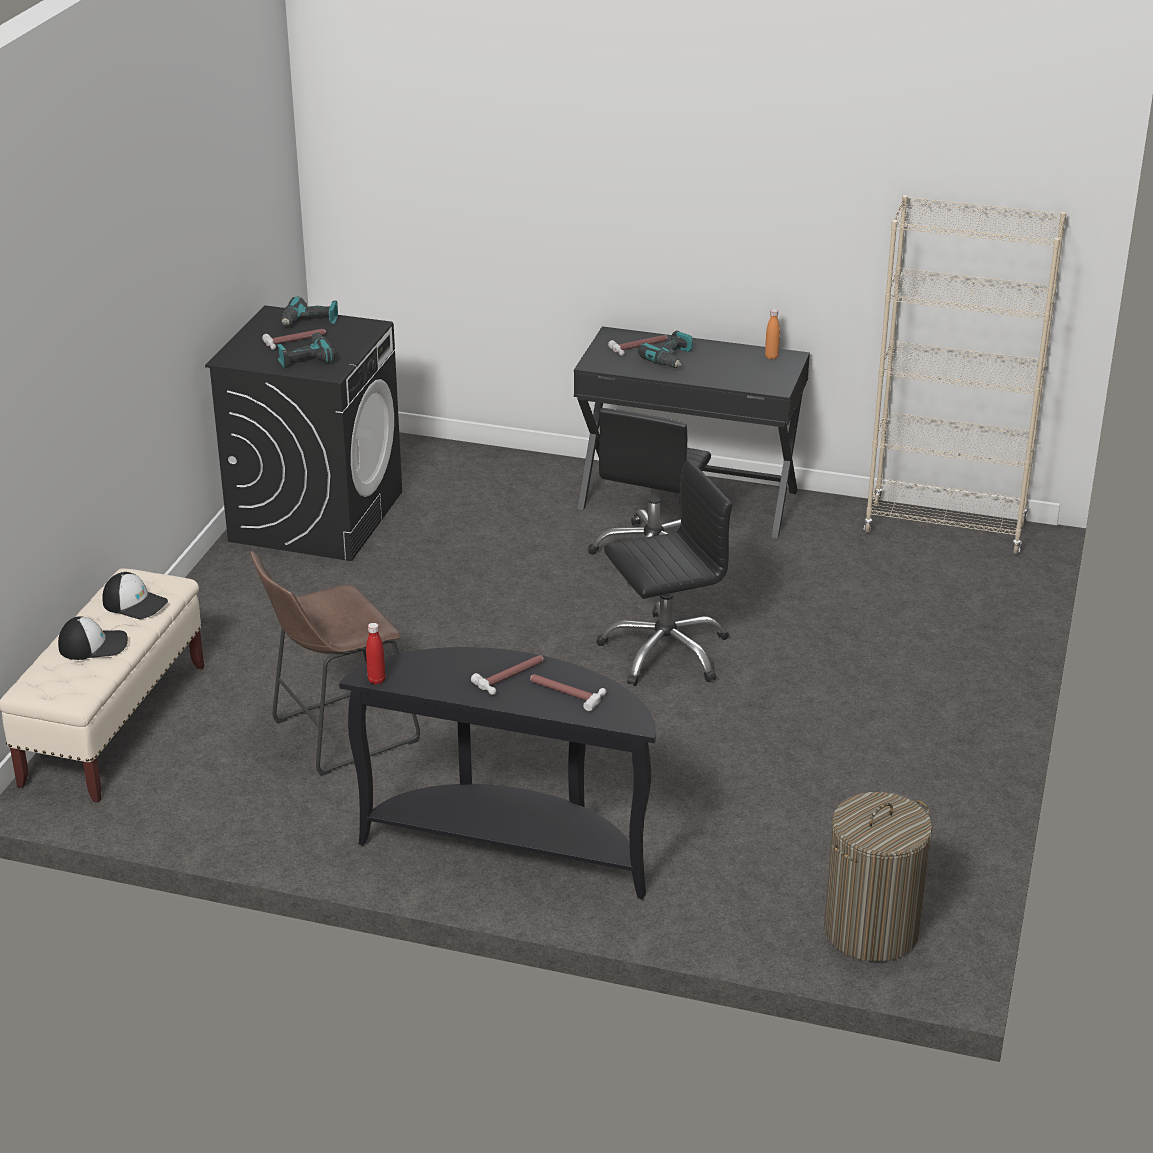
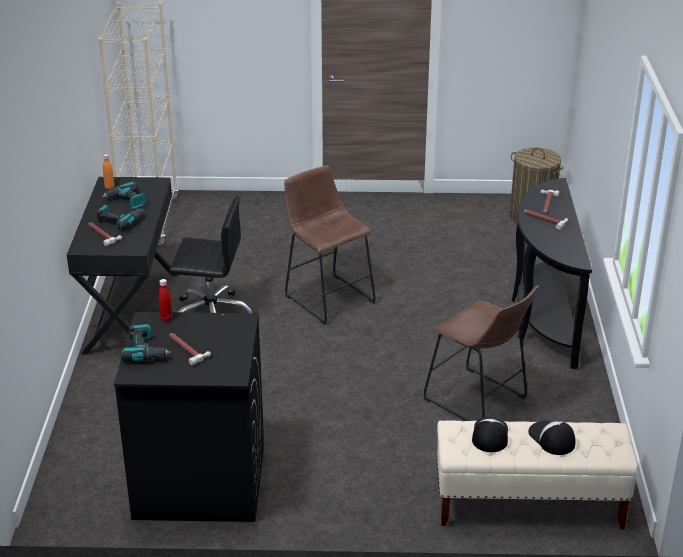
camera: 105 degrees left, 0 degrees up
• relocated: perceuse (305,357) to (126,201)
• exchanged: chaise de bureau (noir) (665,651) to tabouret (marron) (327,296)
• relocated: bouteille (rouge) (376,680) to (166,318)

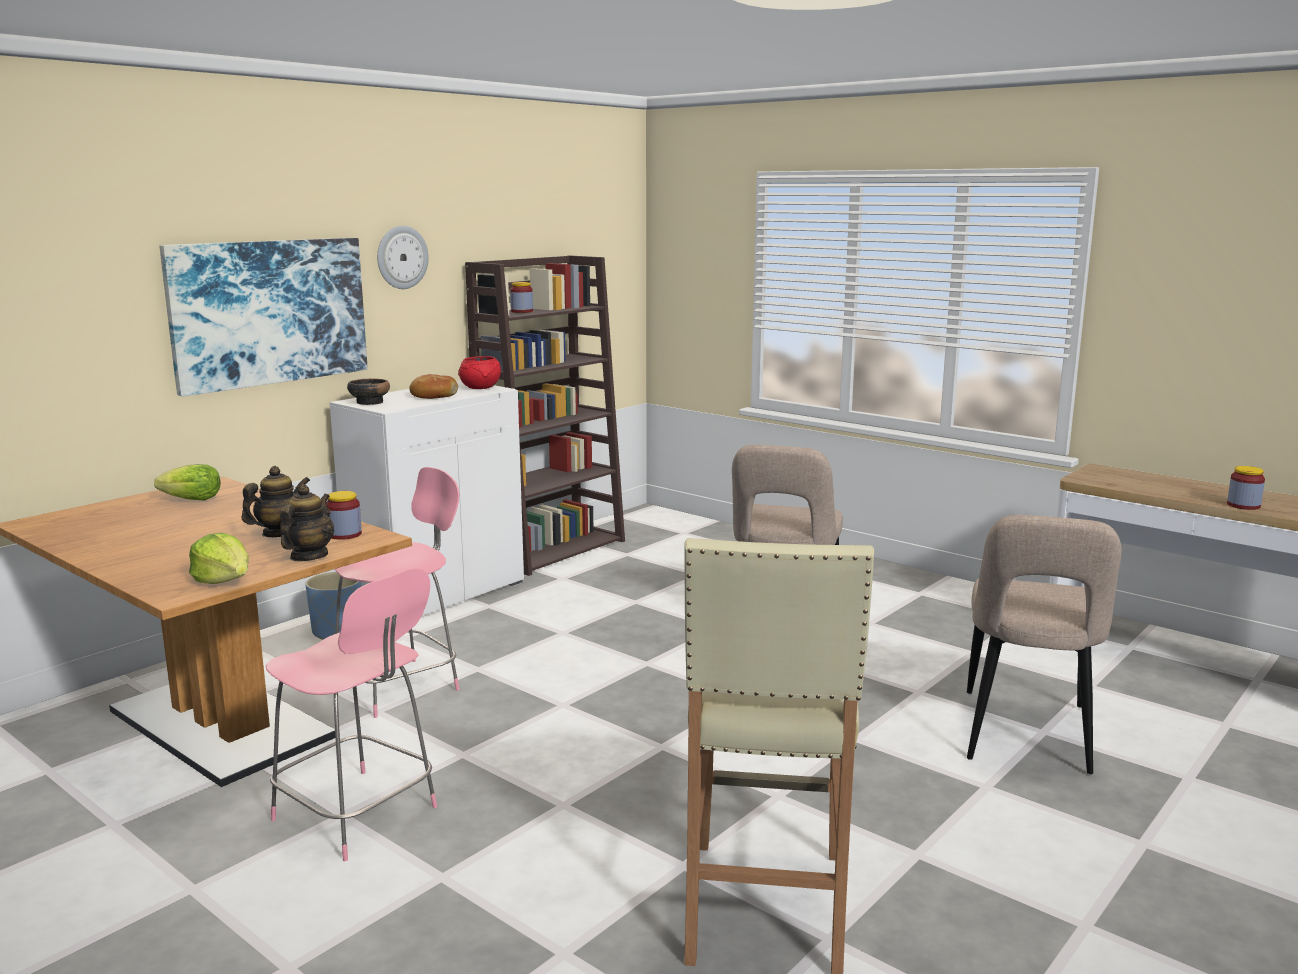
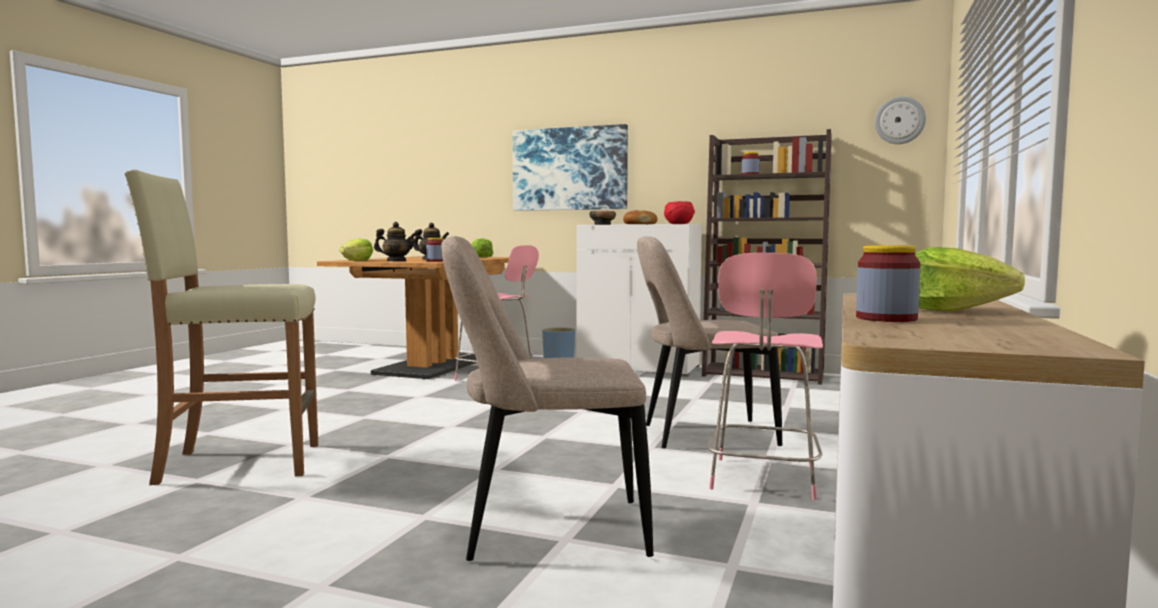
camera: 70 degrees right, 10 degrees down
• relocated: horloge murale (401,257) to (899,120)
• relocated: tabouret (rose) (358,815) to (763,479)
• appeared: laitue (953,310)

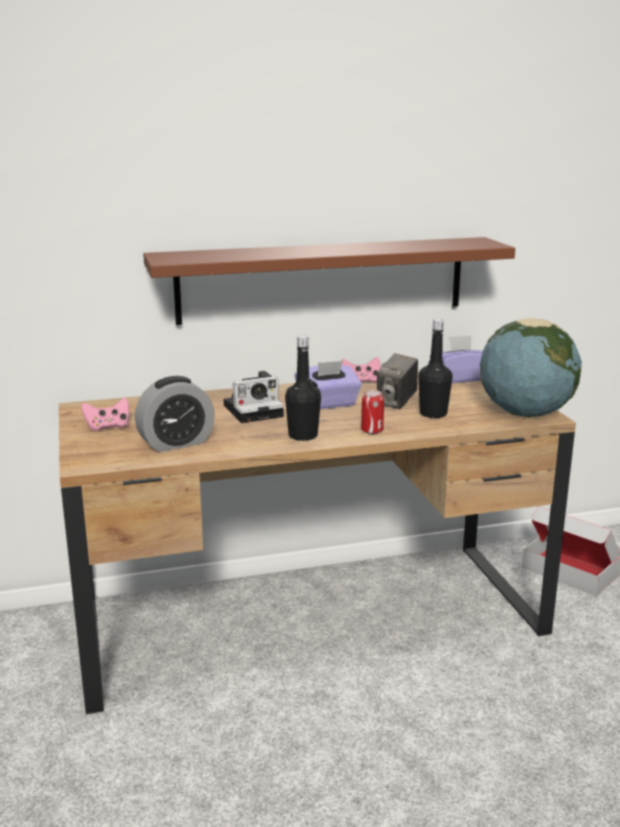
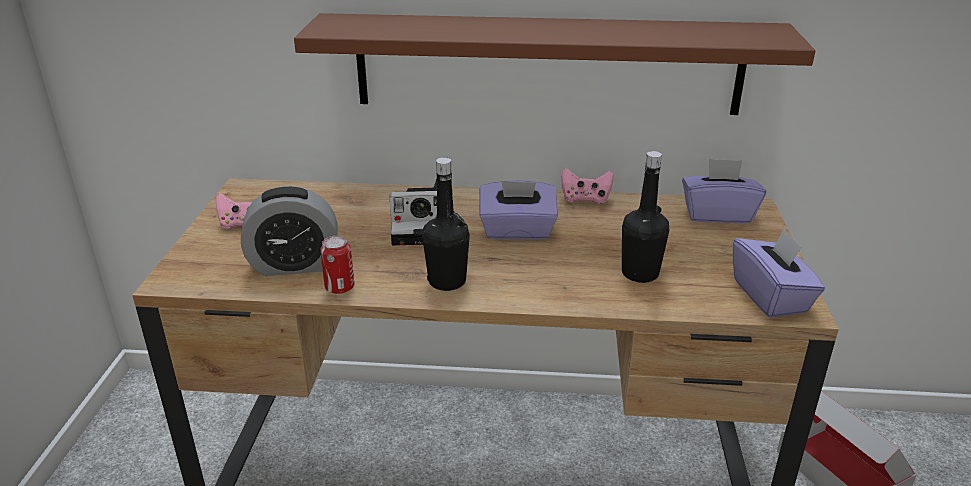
camera: 20 degrees right, 10 degrees up
• exchanged: globe (525,413) to boîte à mouchoirs (violet) (771,296)
• missing: appareil photo (396,402)
• relocated: boîte métallique (372,431) to (339,287)

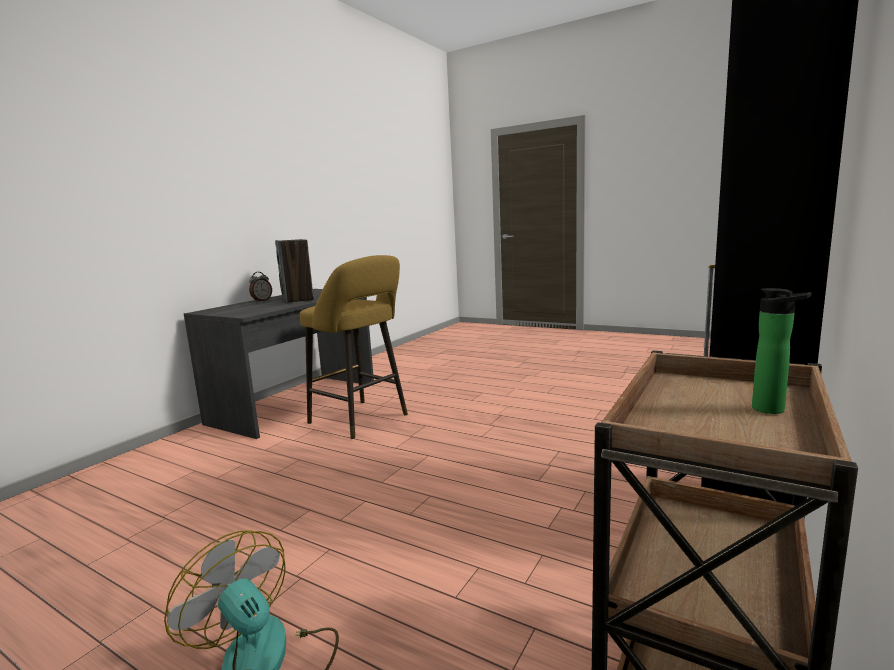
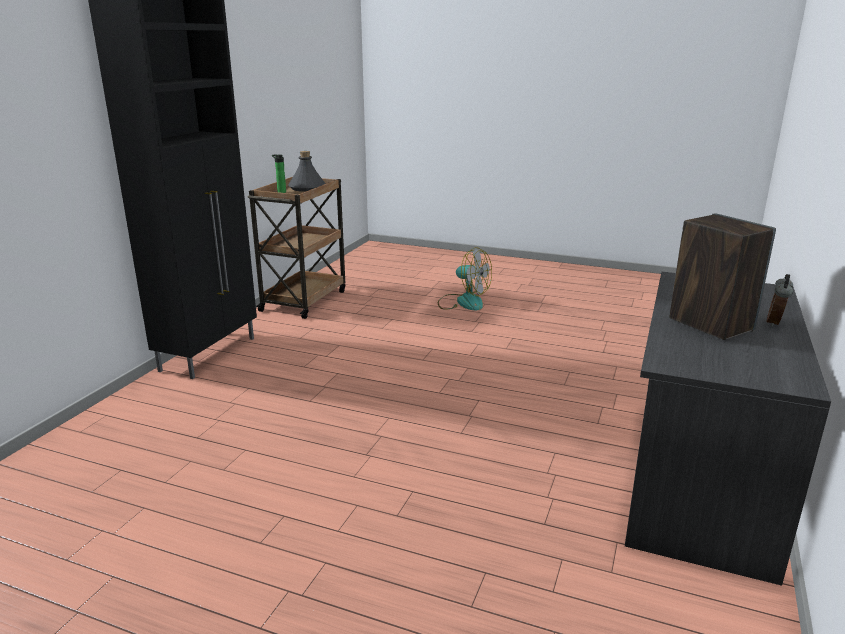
camera: 170 degrees right, 10 degrees up
• missing: tabouret (jaune) (362,420)
• appeared: bouteille (gris) (307,188)

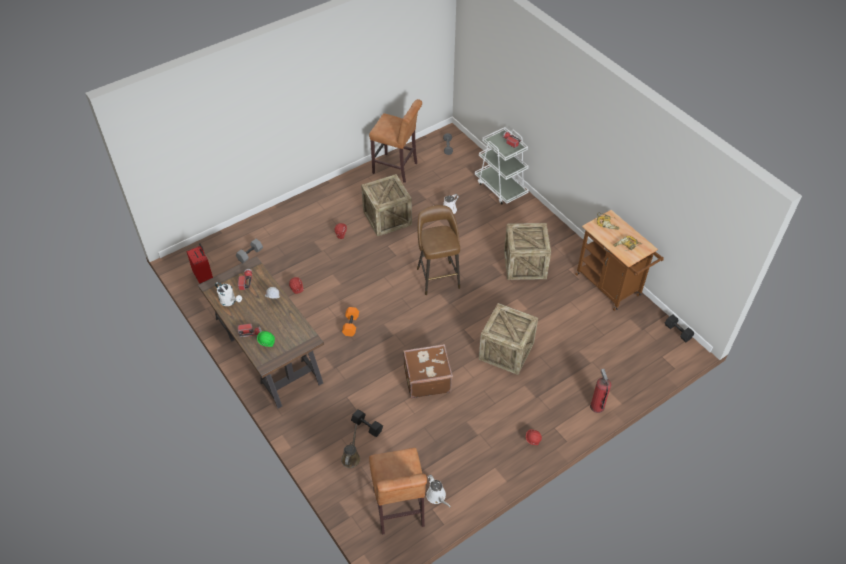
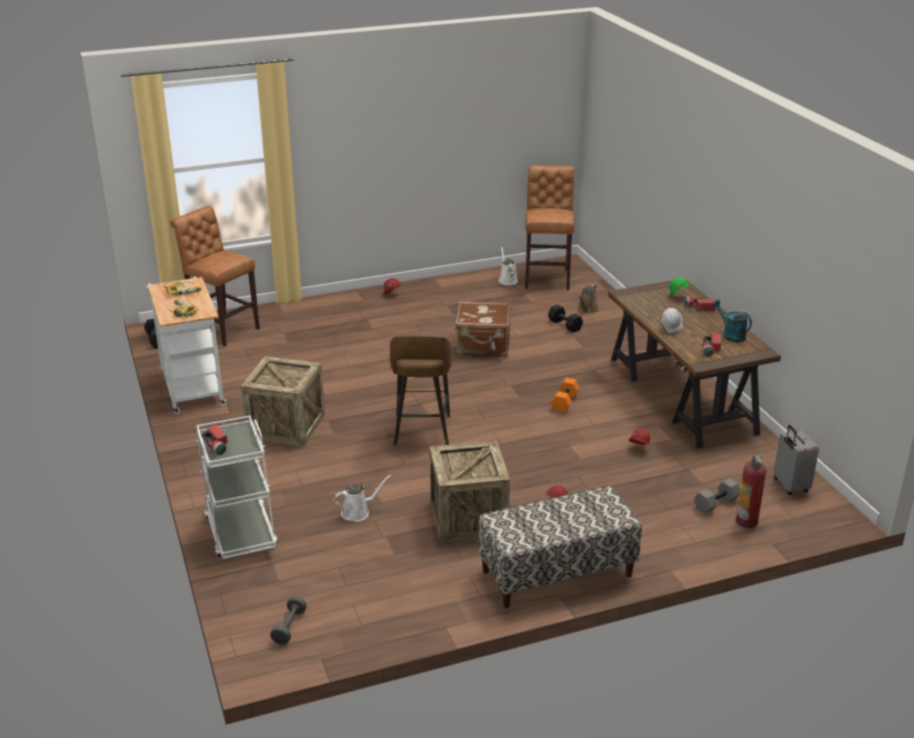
camera: 165 degrees left, 20 degrees down
• relocated: tabouret (marron) (397,169) to (222,329)
• colour: chariot (marron) (611,287) to chariot (blanc) (192,386)
• colour: valise (rouge) (204,277) to valise (gris) (790,486)
• colour: arrosoir (blanc) (230,301) to arrosoir (turquoise) (730,335)
• missing: caisse (506,351)
• relocated: extincteur (597,406) to (747,521)
• appeared: banc (557,574)

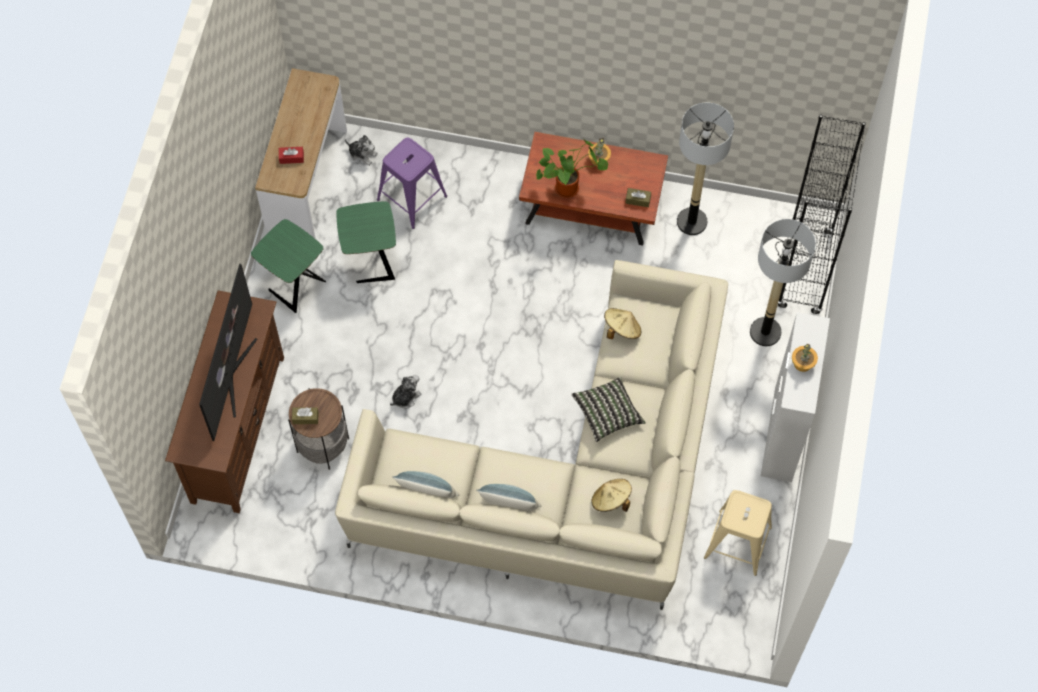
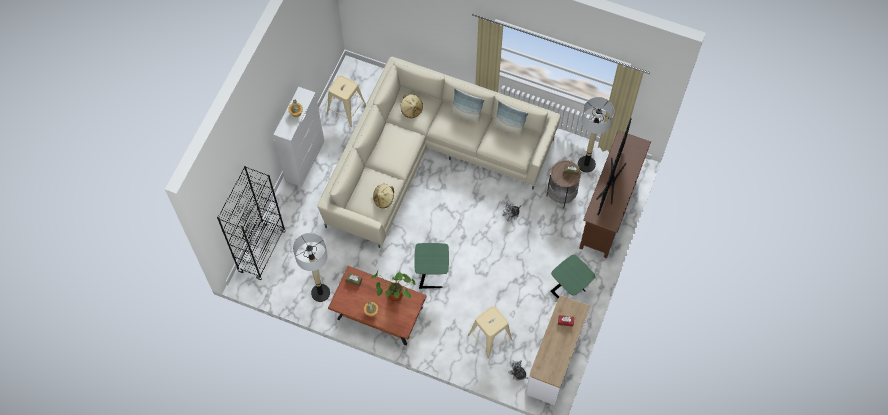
camera: 170 degrees left, 0 degrees up
• colour: tabouret (violet) (412,198) to tabouret (beige) (490,337)
• relocated: table d'appoint (vert) (371,263) to (431,275)
• relocated: lampadaire (765,332) to (586,164)
• missing: coussin (607,413)

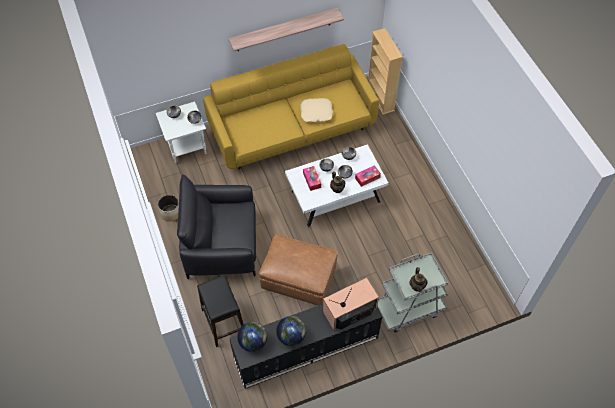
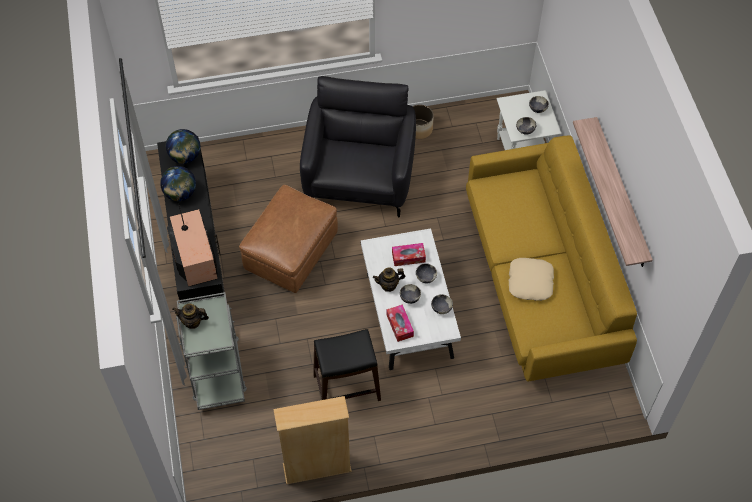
camera: 100 degrees right, 0 degrees up
• relocated: bibliothèque (beige) (380,98) to (317,468)
• relocated: tabouret (noir) (223,322) to (346,387)

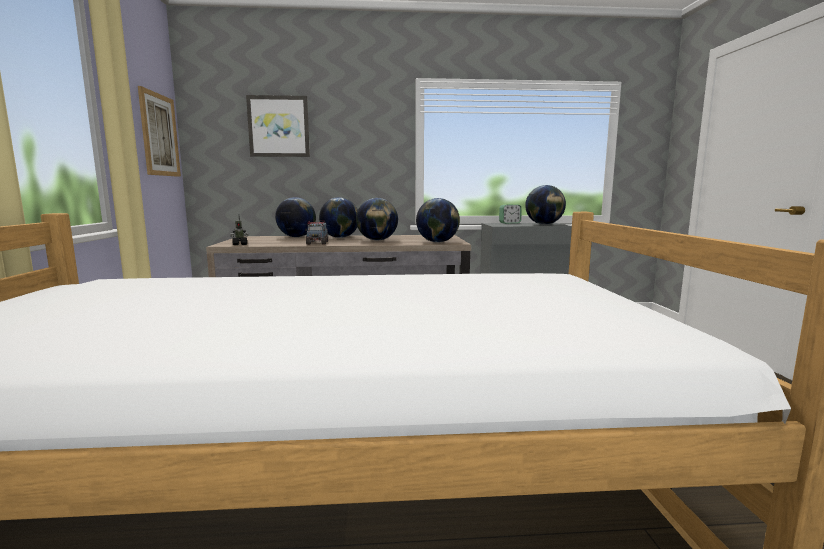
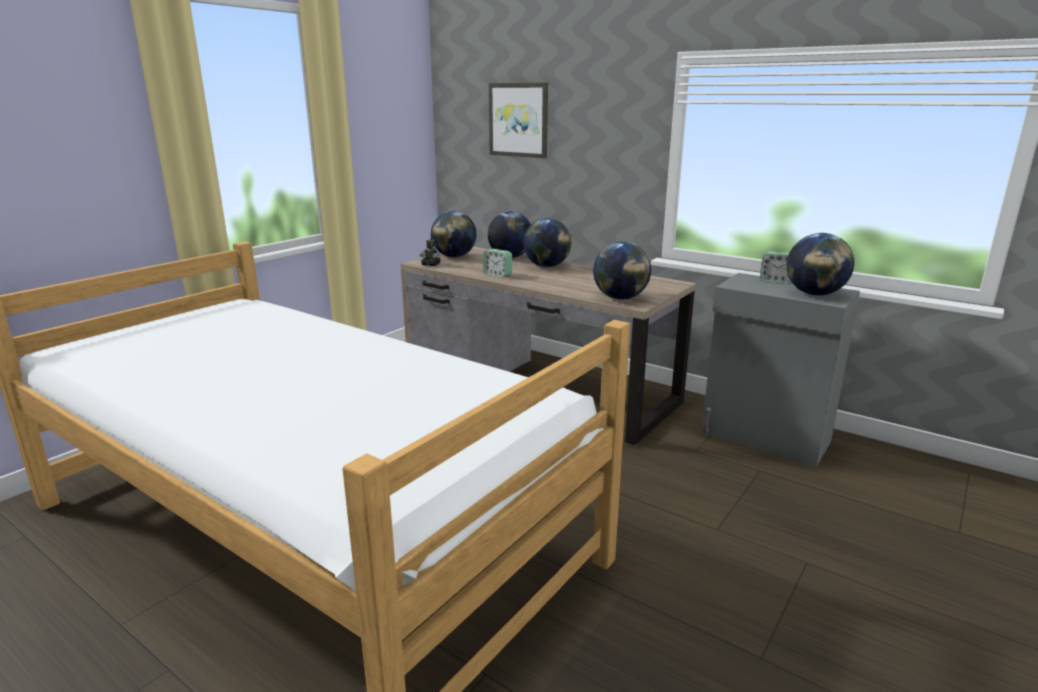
camera: 40 degrees right, 10 degrees up
• missing: tableau (159,135)
• relocated: globe (377,240) to (454,256)
• exchanged: camion jouet (317,243) to réveil (498,275)

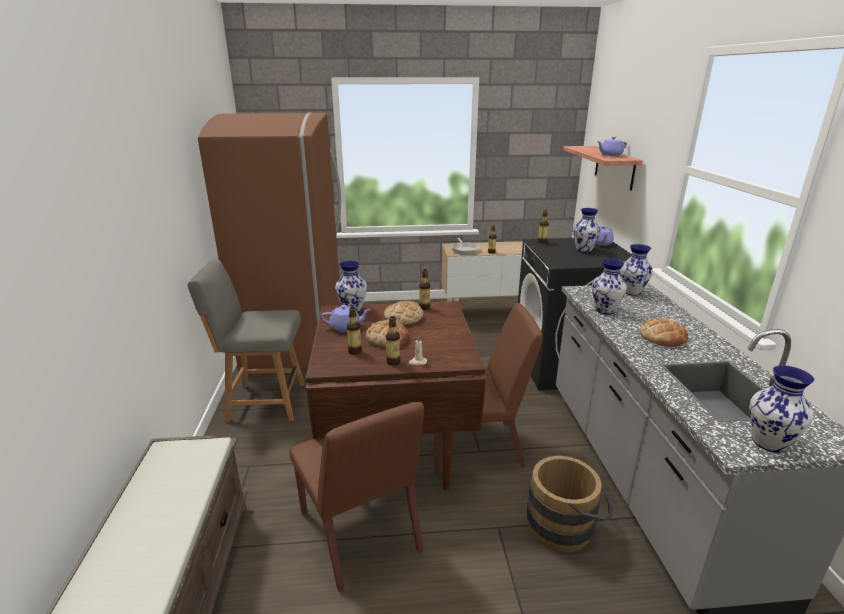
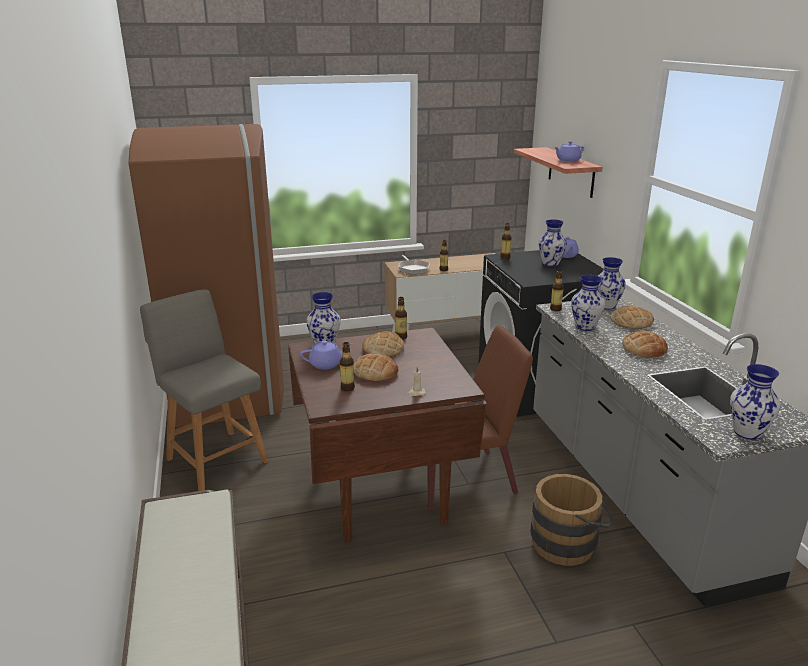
camera: 10 degrees left, 0 degrees up
• spun: chaise (gris) (263,402) = (215,458) 60 degrees clockwise
• relocated: bouteille (393,362) to (555,309)
• missing: chaise (marron) (360,532)
• appeared: pain (631,322)

